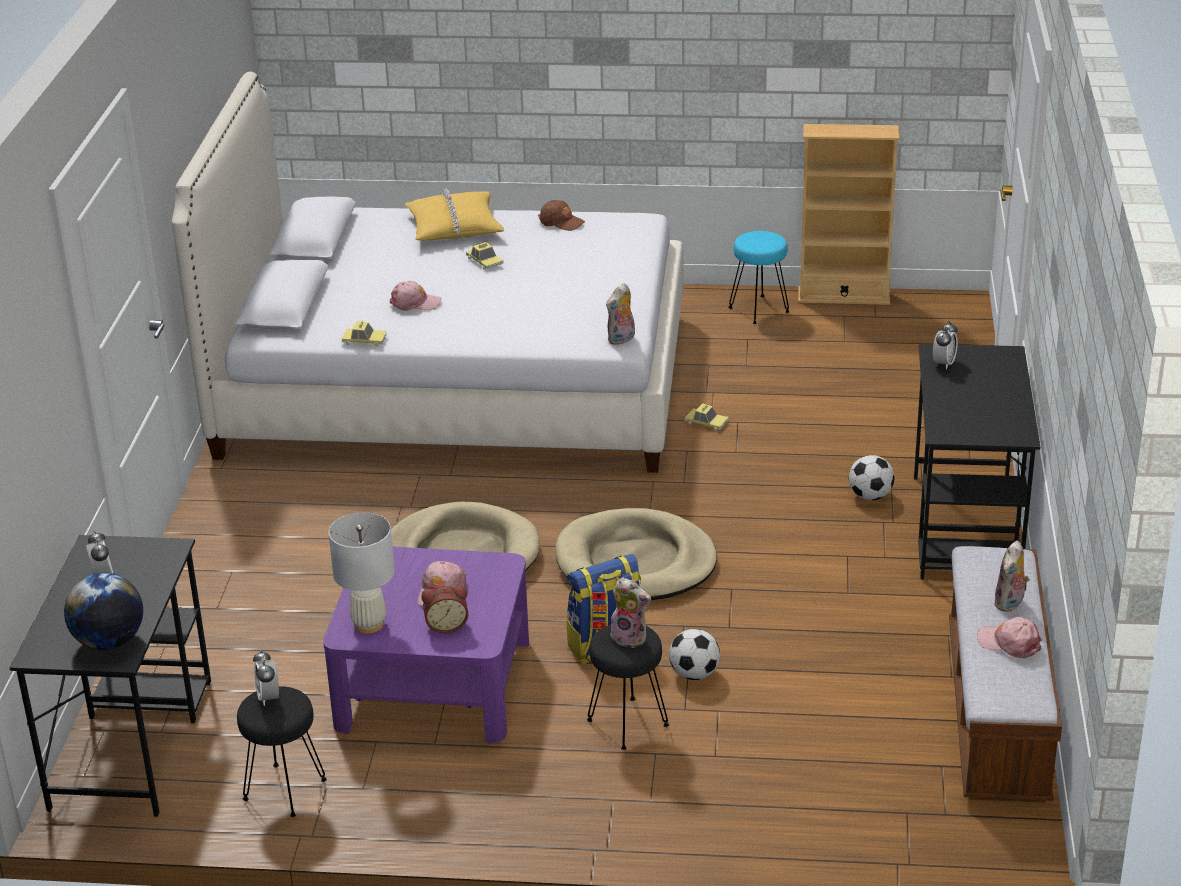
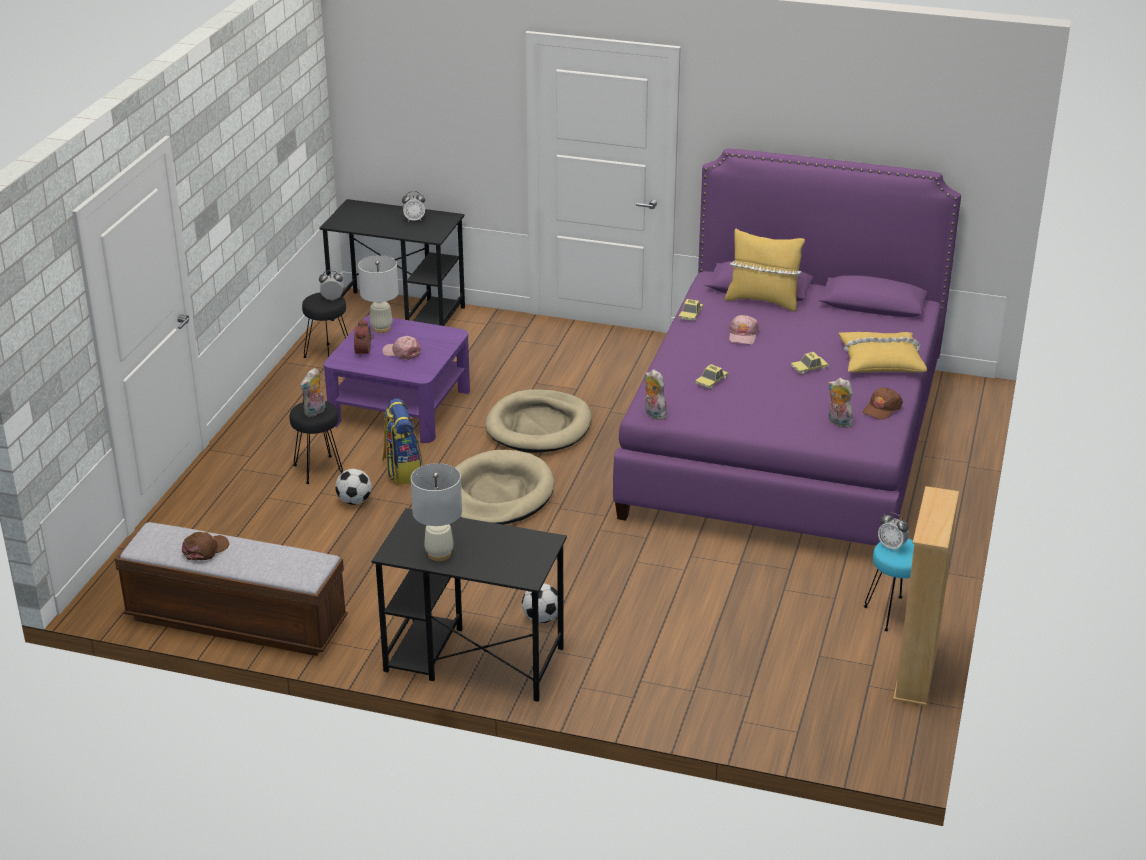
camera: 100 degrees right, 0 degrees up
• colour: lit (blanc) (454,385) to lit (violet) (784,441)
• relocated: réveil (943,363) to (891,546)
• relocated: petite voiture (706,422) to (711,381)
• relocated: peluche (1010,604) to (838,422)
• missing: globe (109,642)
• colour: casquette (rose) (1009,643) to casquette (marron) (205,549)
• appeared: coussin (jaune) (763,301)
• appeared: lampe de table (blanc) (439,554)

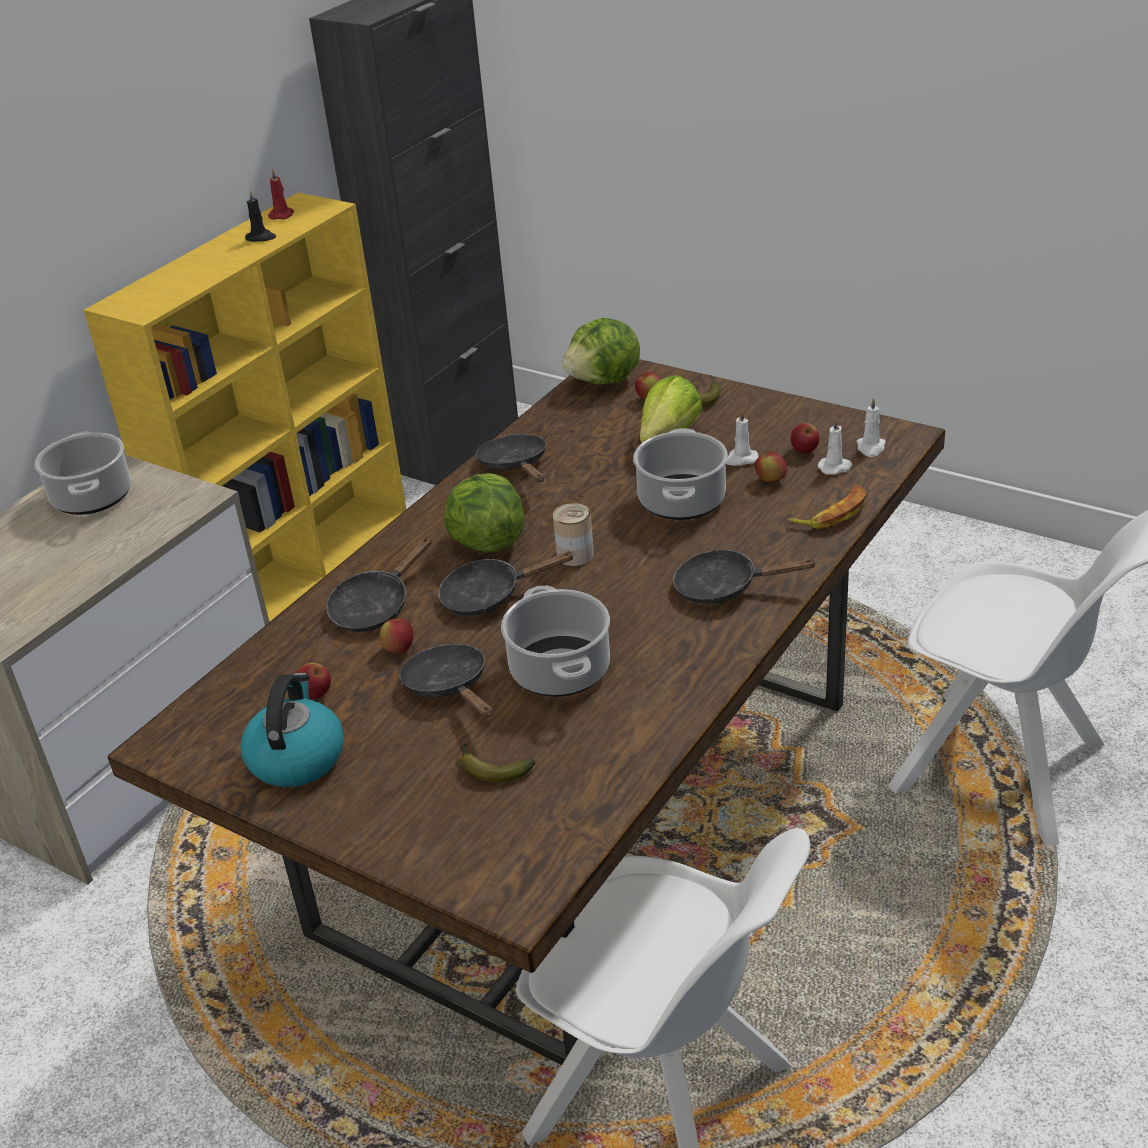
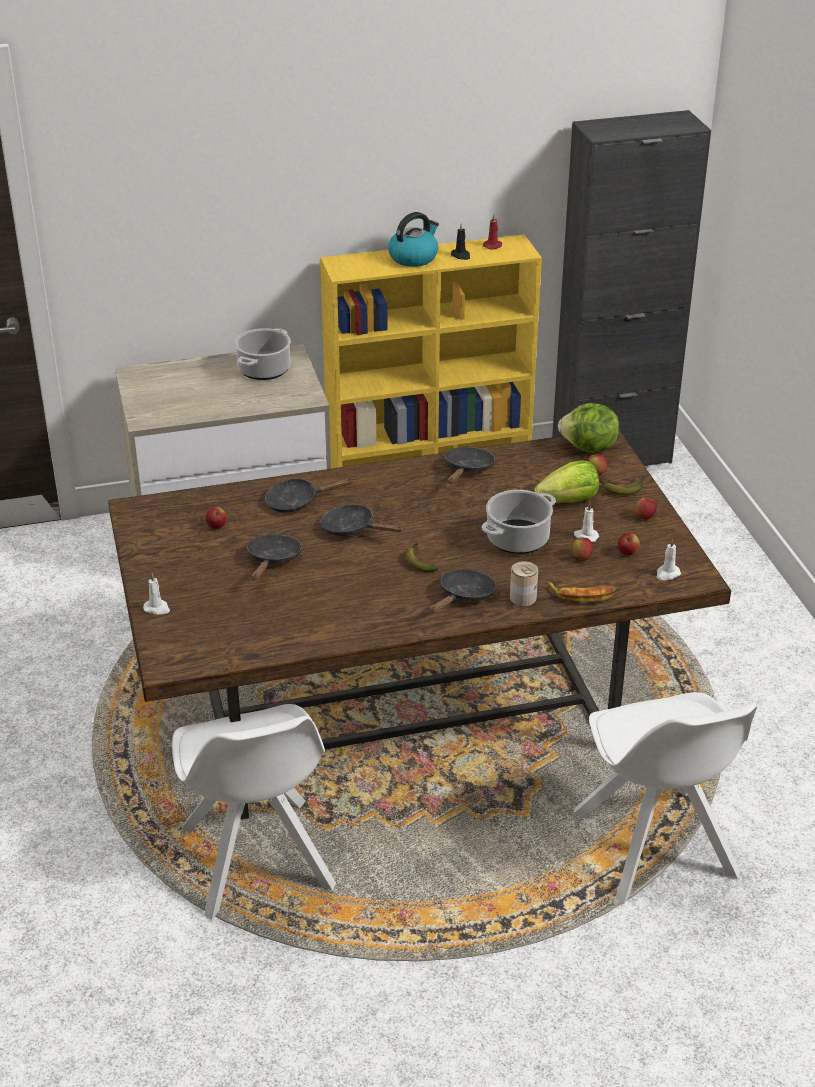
camera: 40 degrees right, 0 degrees up
• relocated: bougie (blanc) (835,467) to (157,608)
• missing: laitue (486,542)
• relocated: boîte métallique (575,555) to (523,598)
• spun: poêle (noir) (724,587) = (464,596) 75 degrees clockwise
• missing: marmite (561,671)
• relocated: pomme (399,649) to (644,517)
• relocated: bouilloire (296,757) to (413,257)
• relocated: banane (491,768) to (419,562)

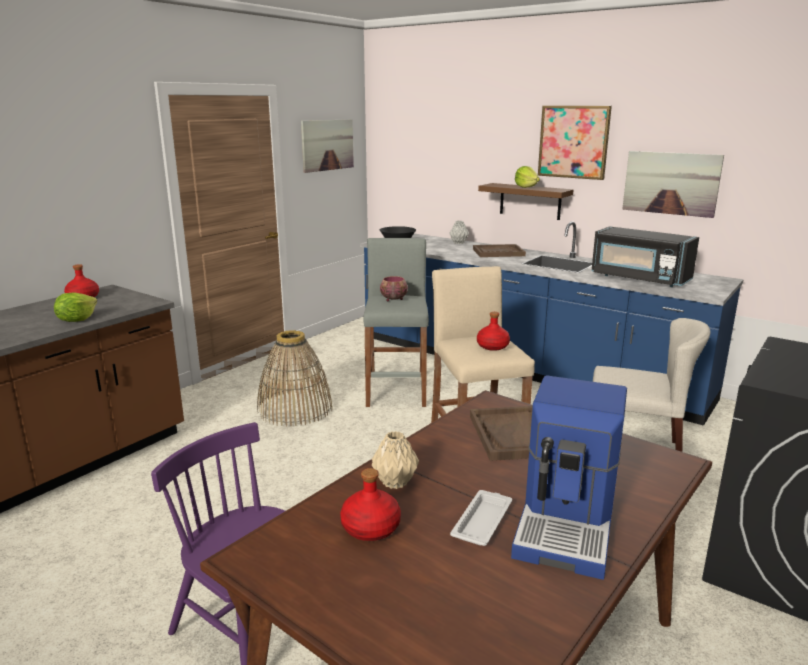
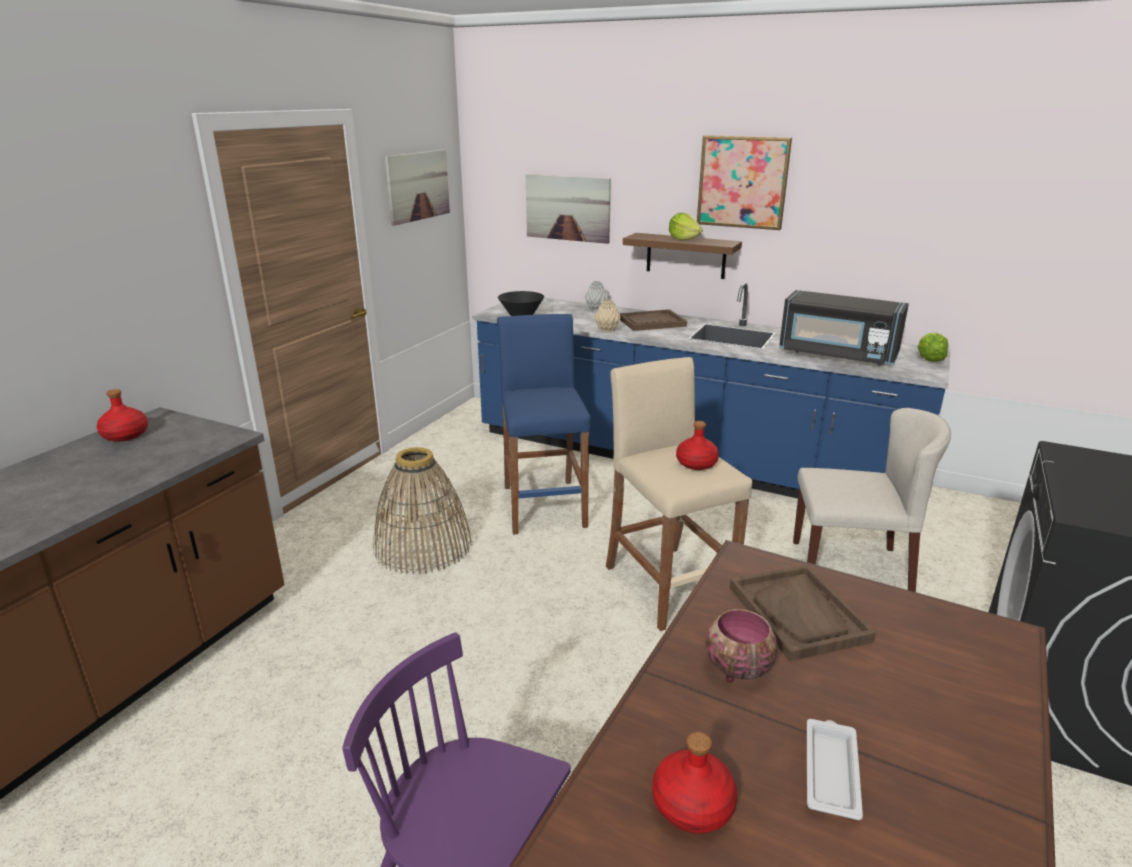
camera: 10 degrees left, 5 degrees up
• relocated: tableau (671,183) to (567,208)
• colour: tabouret (gris) (396,390) to tabouret (bleu) (544,506)
• relocated: bol (393,299) to (736,668)
• relocated: laitue (77,320) to (928,360)
• missing: machine à café (568,522)
• relocated: vase (beige) (394,482) to (606,330)

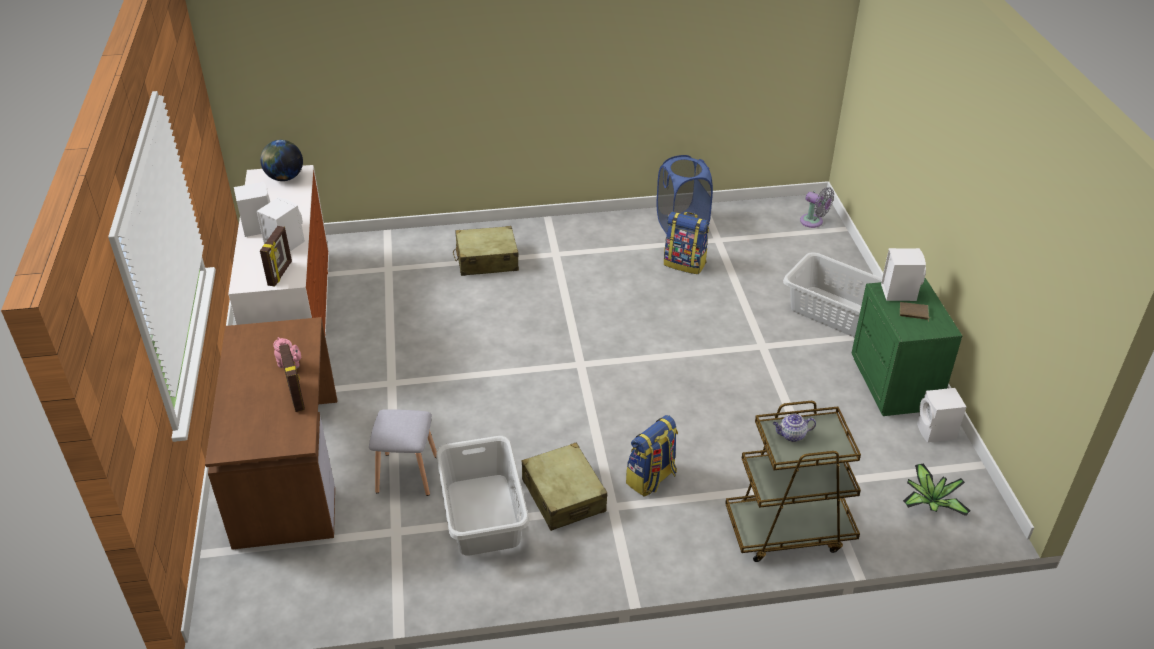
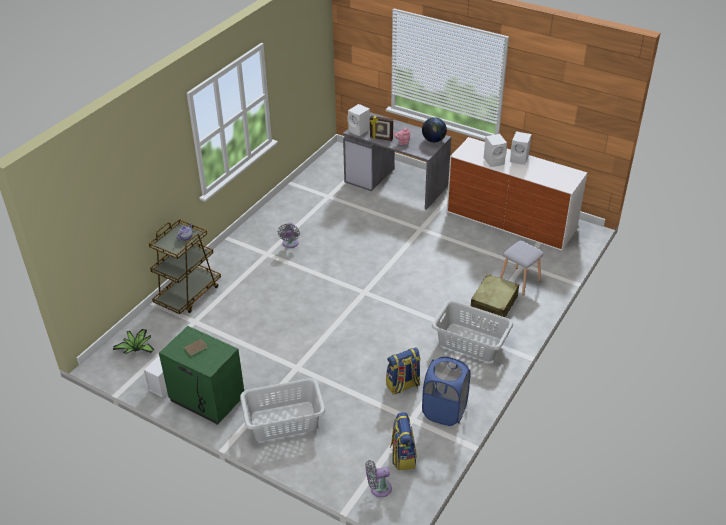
camera: 130 degrees right, 0 degrees up
• relocated: globe (284,178) to (433,140)
• missing: cadre photo (280,274)
• relocated: enceinte (blanc) (898,291) to (359,130)
• colour: bureau (marron) (286,469) to bureau (gris) (397,184)
• relocated: tabouret (gris) (407,475) to (519,281)
• relocated: sac à dos (651,479) to (402,456)
• relocated: panier à linge (gris) (484,513) to (470,343)
• exchanged: valise (beige) (563,496) to ventilateur (gris) (290,244)

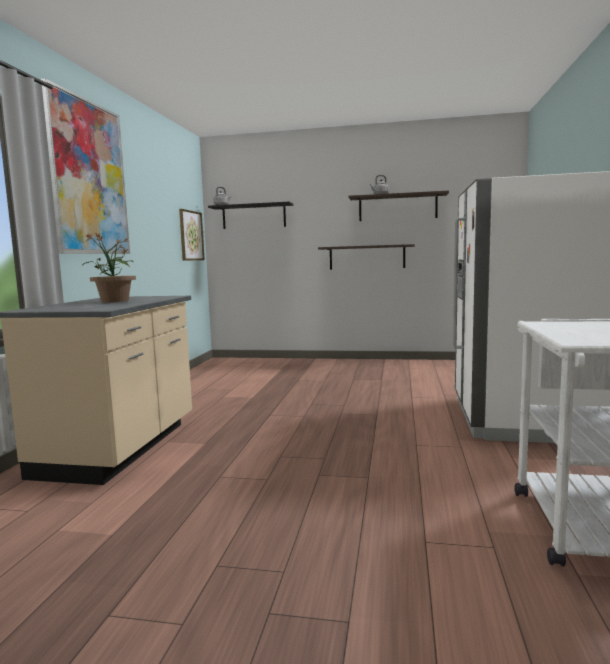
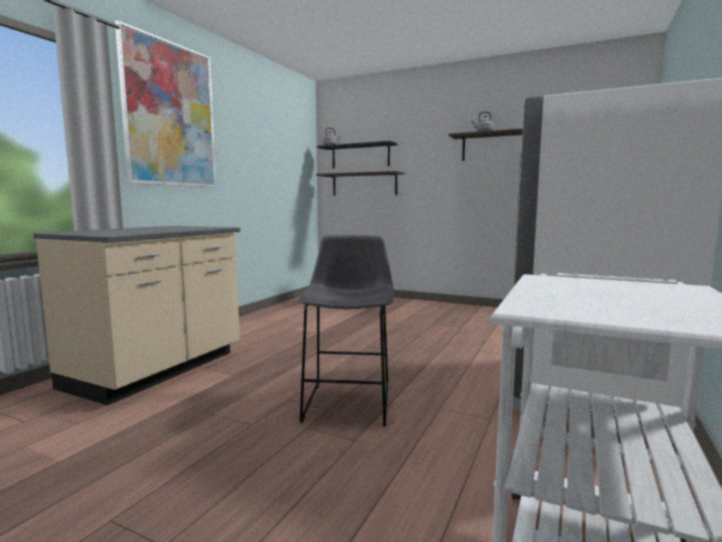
camera: 15 degrees right, 0 degrees up
• missing: tableau (191,235)
• missing: plante en pot (114,301)
• relocated: étagère (367,257) to (364,184)
• appeared: tabouret (gris) (349,400)

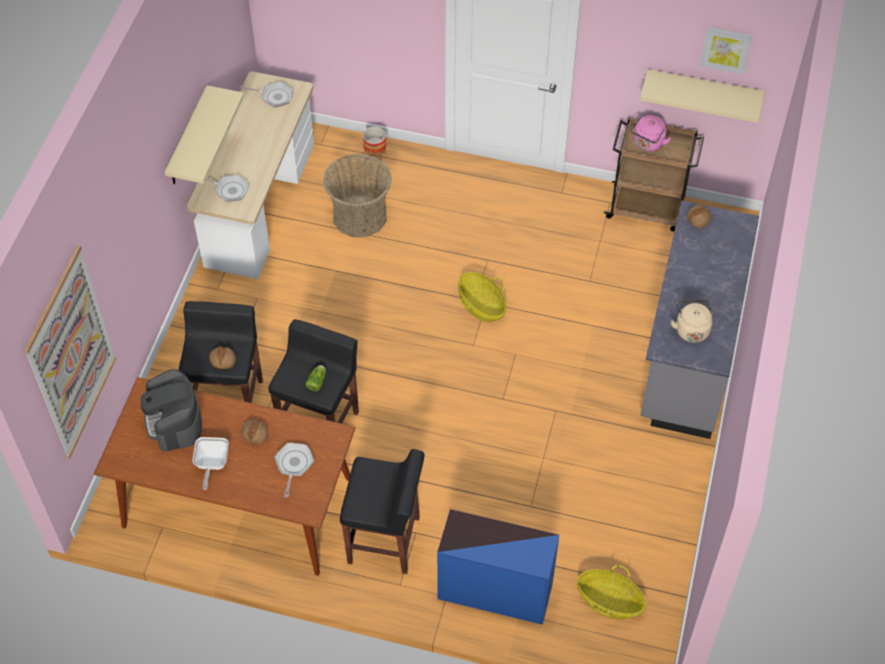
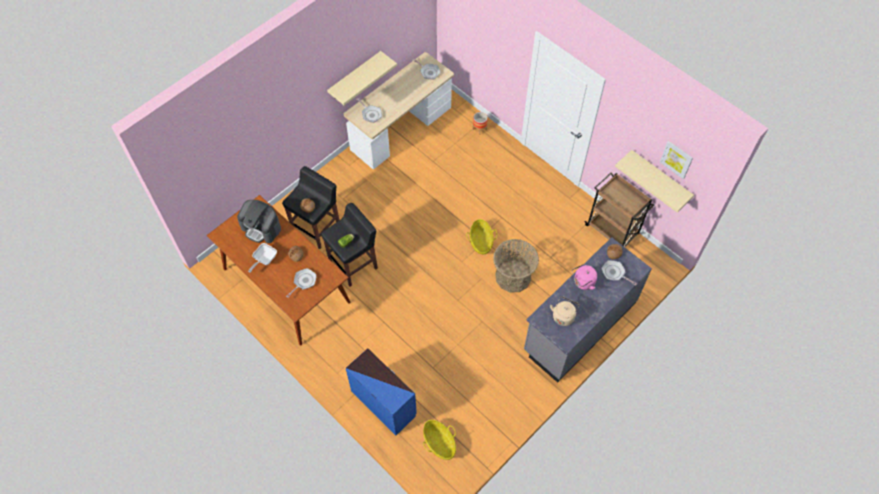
camera: 30 degrees right, 5 degrees up
• relocated: bouilloire (rose) (648,144) to (583,282)
• relocated: panier (359,216) to (513,276)
• missing: tableau (71,354)
• spun: machine à café (174,422) = (261,228) 75 degrees counterclockwise
• missing: tabouret (noir) (385,541)
• appeared: poêle (614,273)

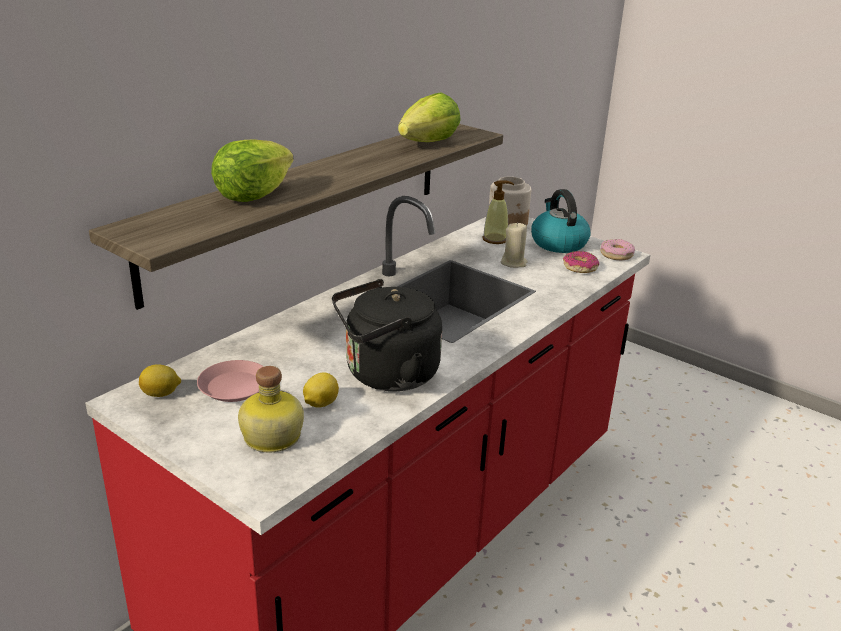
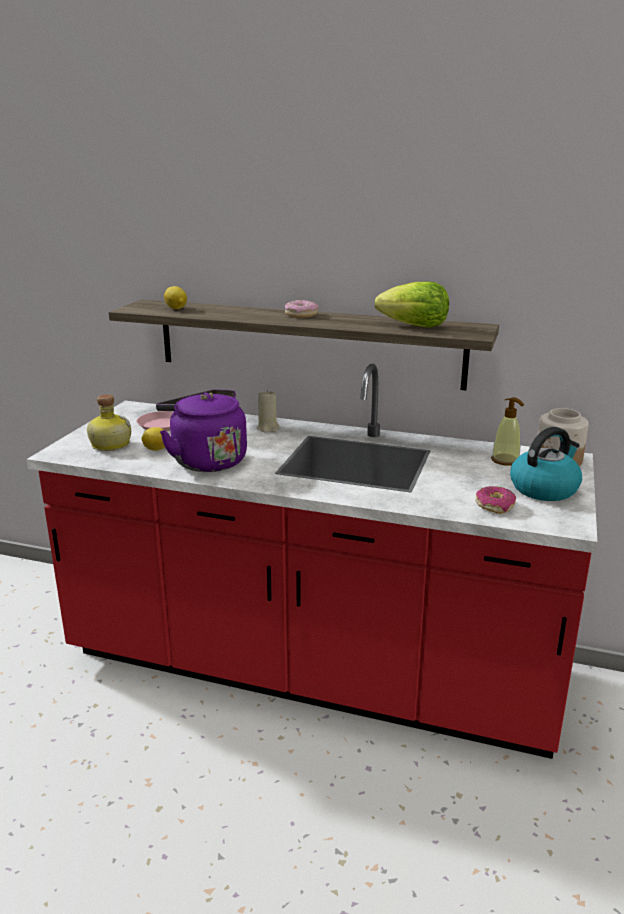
camera: 70 degrees right, 5 degrees down
• missing: laitue (253,195)
• relocated: bougie (beige) (513,263) to (268,428)
• relocated: beignet (616,255) to (301,314)
• colour: bouilloire (noir) (386,375) to bouilloire (violet) (206,460)
• relocated: citron (161,394) to (176,308)

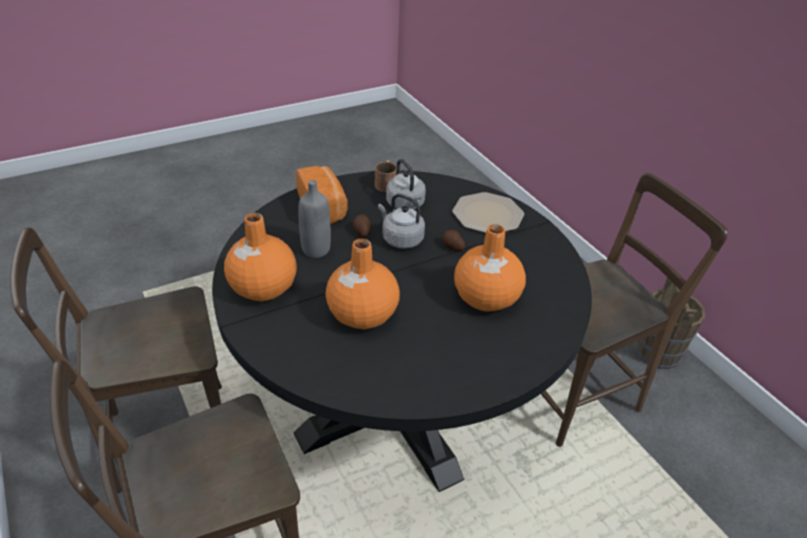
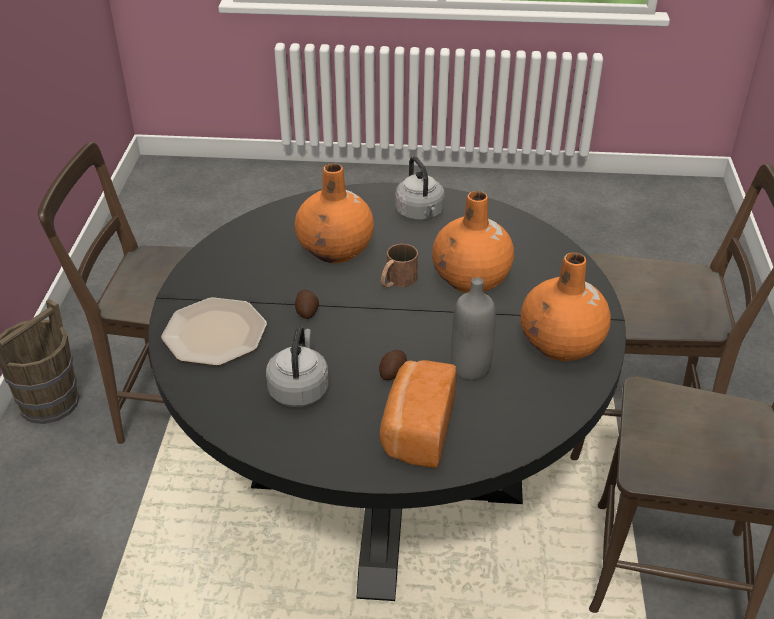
camera: 145 degrees left, 0 degrees up
• relocated: mug (marron) (386,183) to (397,281)
• relocated: bouilloire (gris) (400,239) to (420,214)

